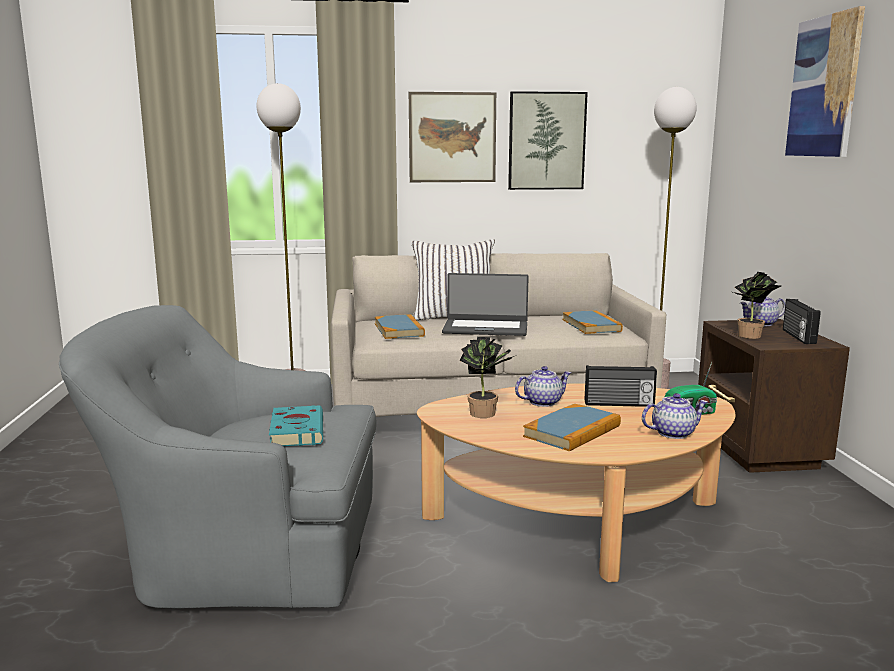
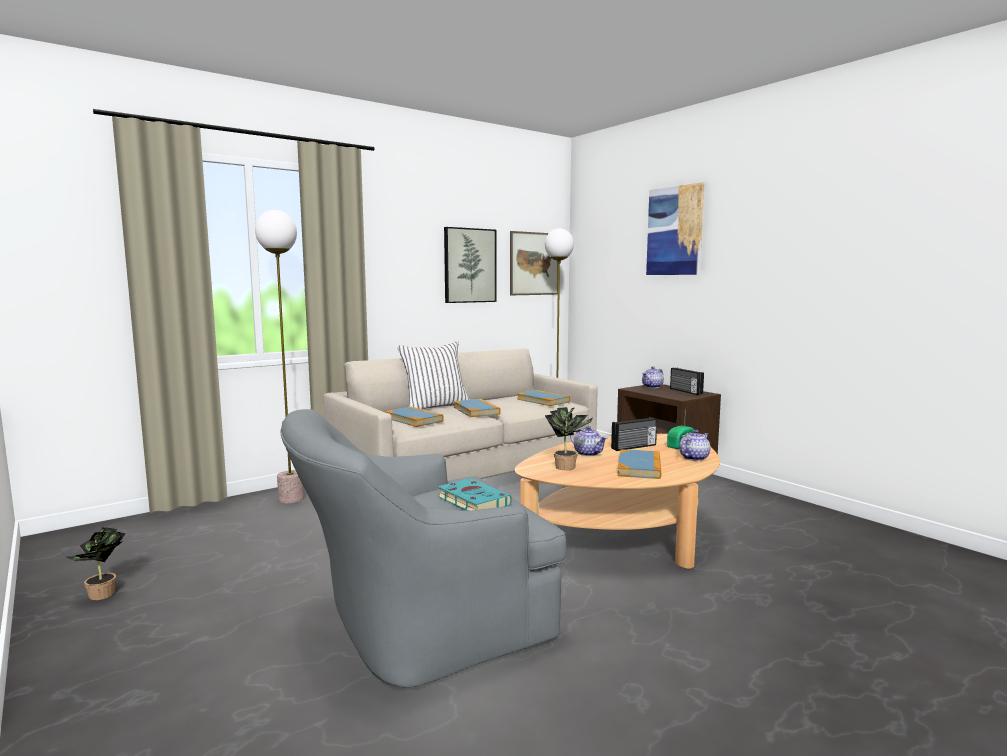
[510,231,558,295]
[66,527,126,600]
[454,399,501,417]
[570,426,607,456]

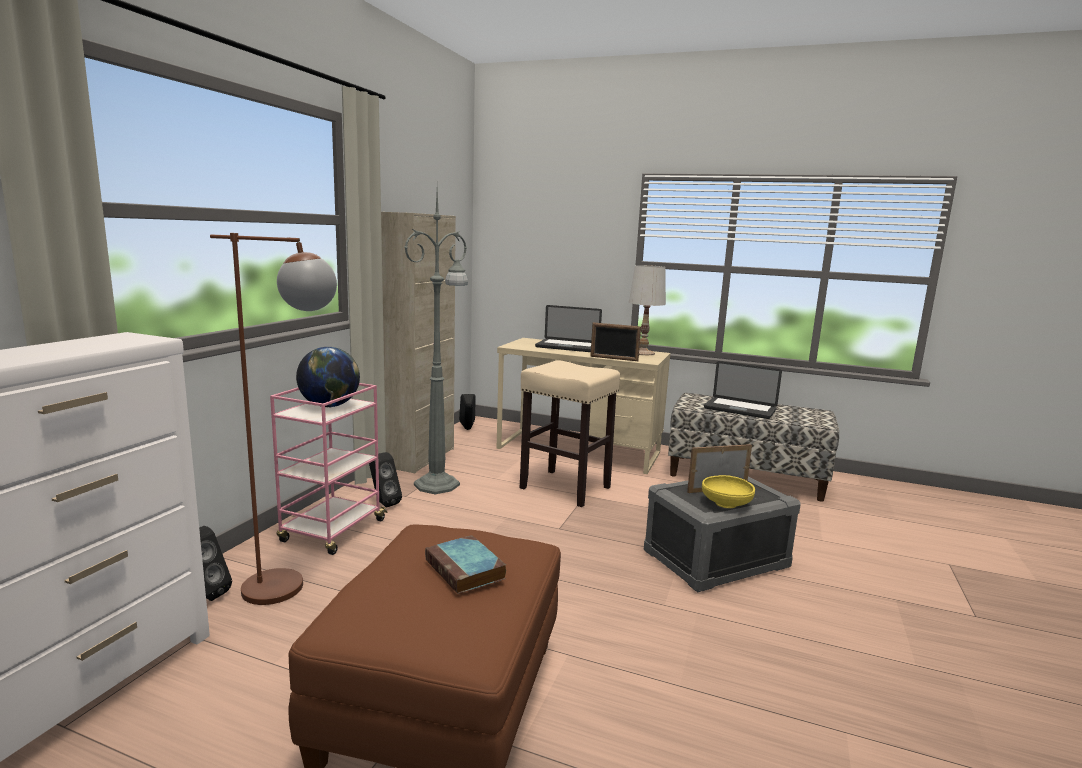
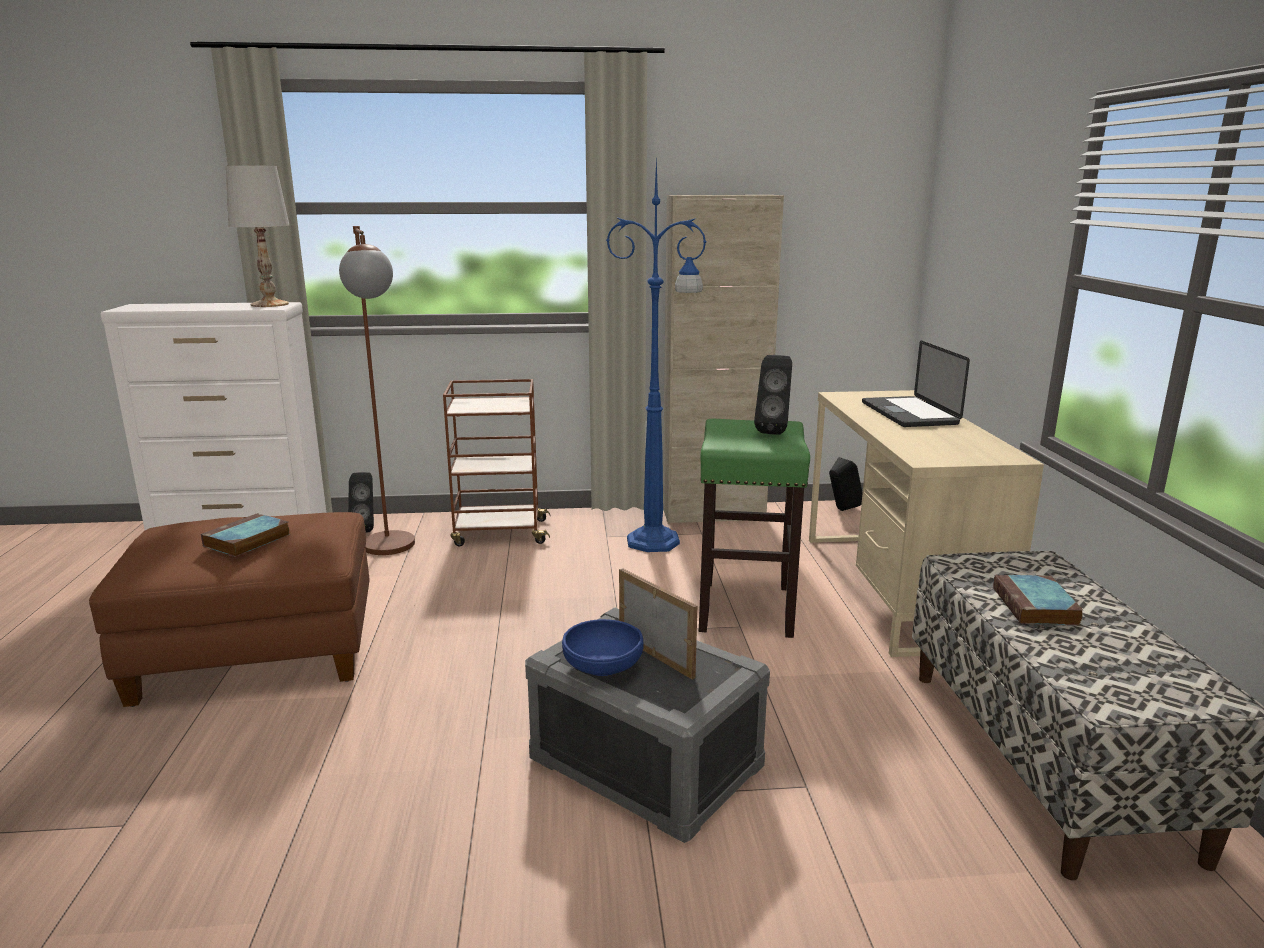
[606,155,706,552]
[226,165,289,307]
[590,323,641,361] (first image)
[296,347,360,407] (first image)
[699,419,810,638]
[993,575,1084,626]
[443,379,550,547]
[754,355,792,435]
[562,619,643,676]

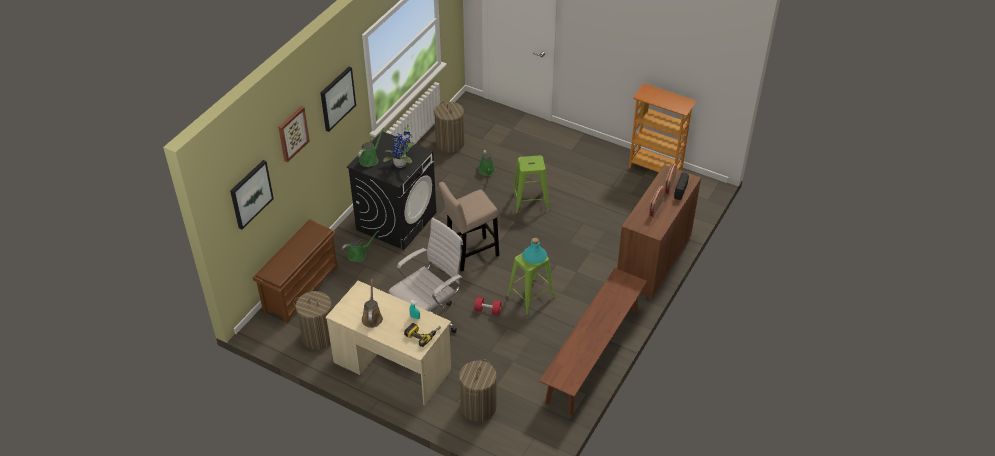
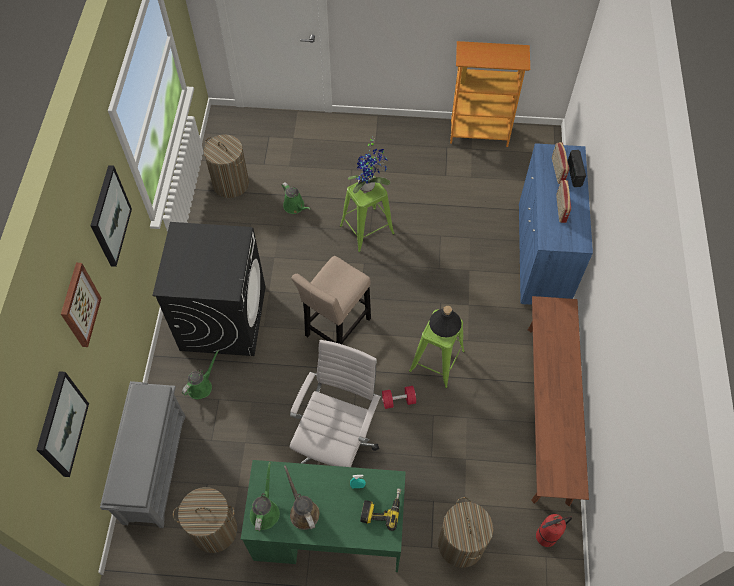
[348,136,391,194]
[250,462,280,532]
[519,143,593,305]
[100,381,185,528]
[429,306,462,337]
[241,460,406,572]
[536,514,572,547]

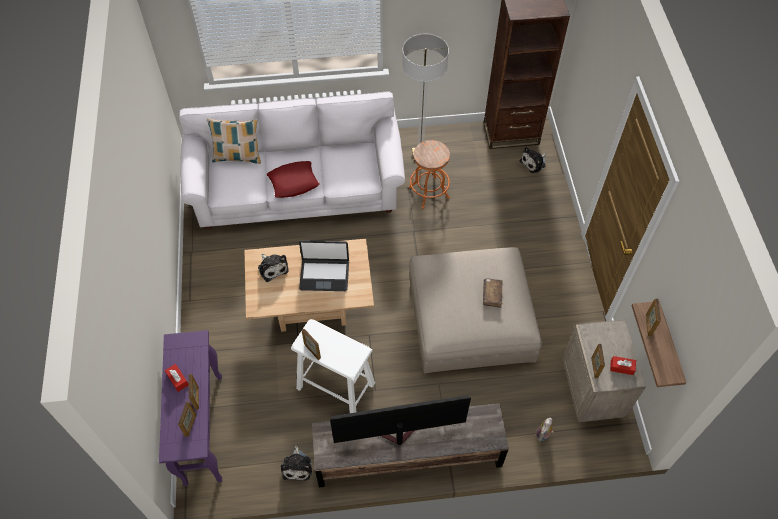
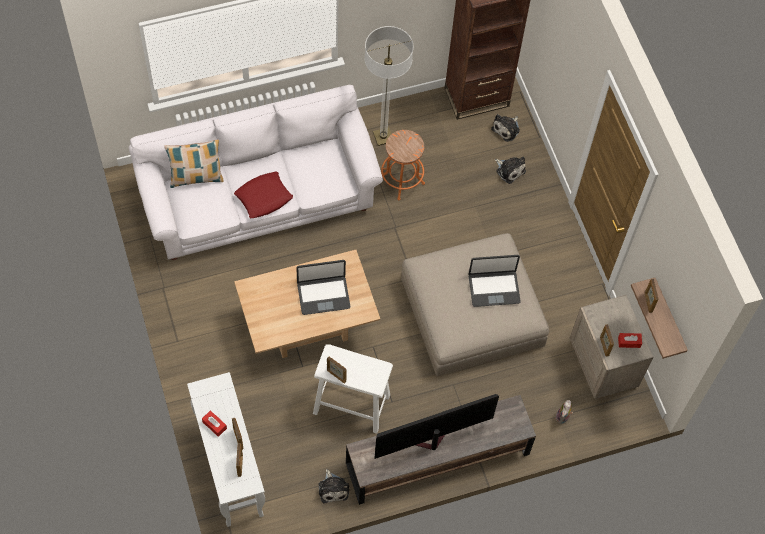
[495,156,526,184]
[468,255,521,307]
[187,372,265,527]

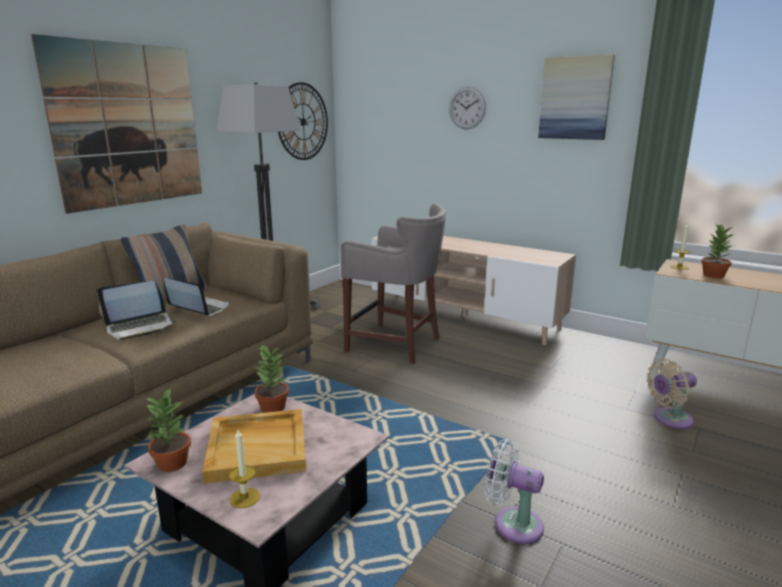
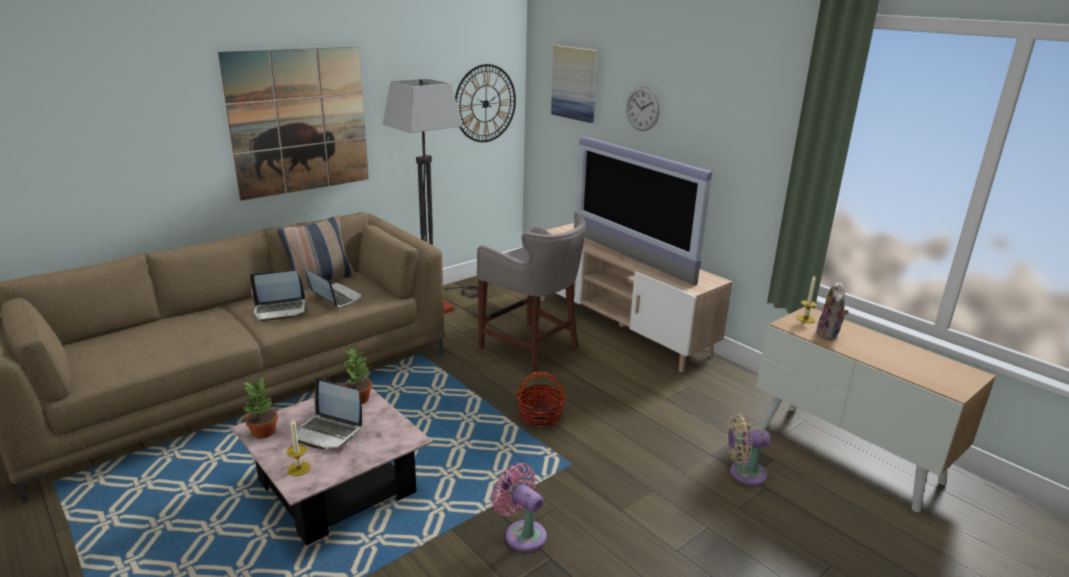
[551,45,598,123]
[816,281,849,340]
[297,378,362,449]
[491,463,547,552]
[574,136,712,286]
[516,372,566,428]

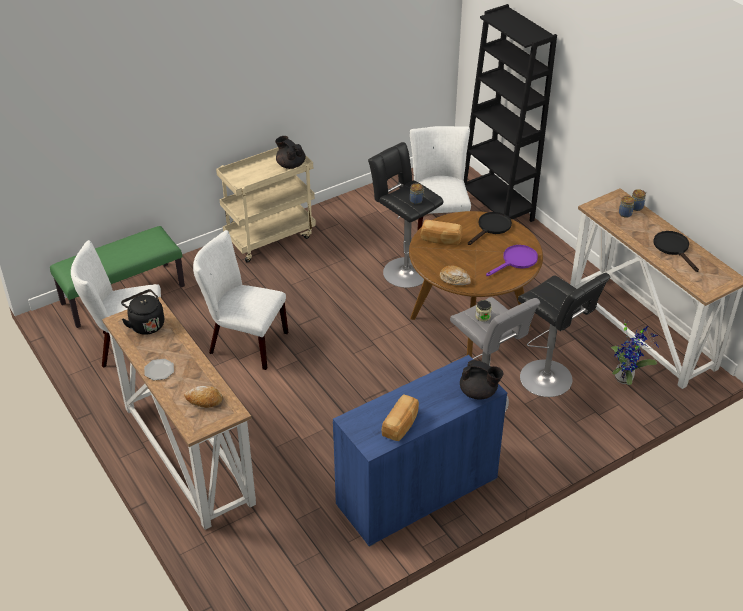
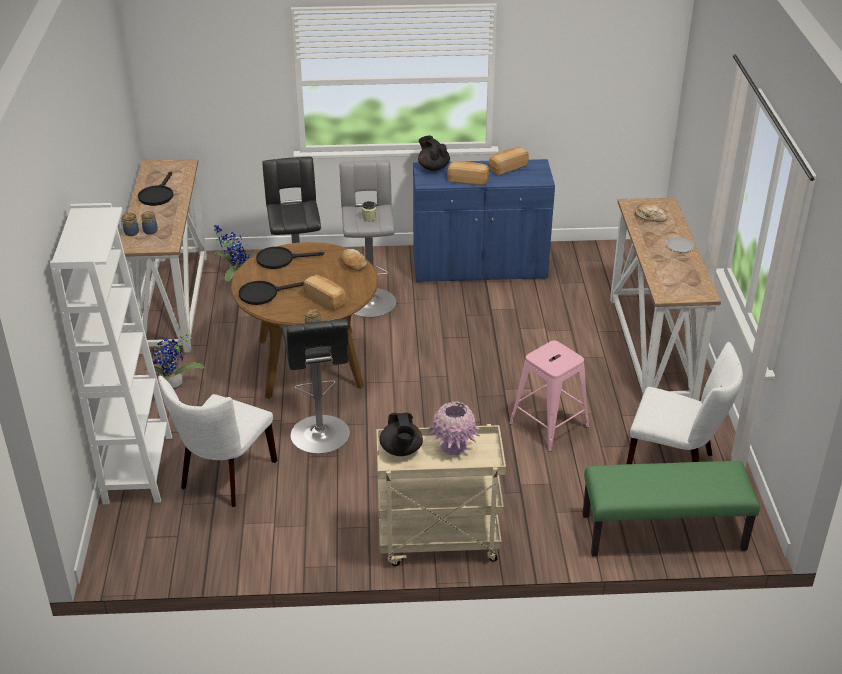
[50,203,172,504]
[509,341,589,452]
[256,247,324,269]
[121,289,164,335] (first image)
[447,161,489,186]
[144,333,205,390]
[429,401,480,455]

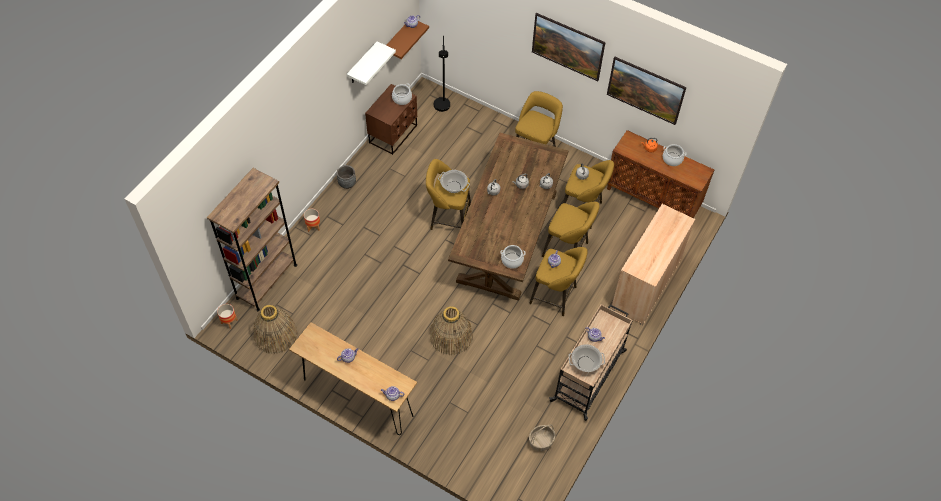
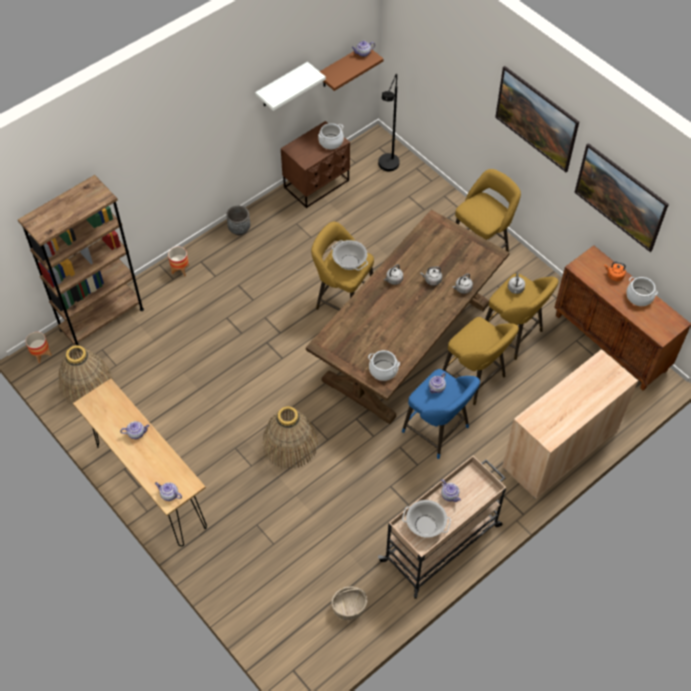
[402,369,480,459]

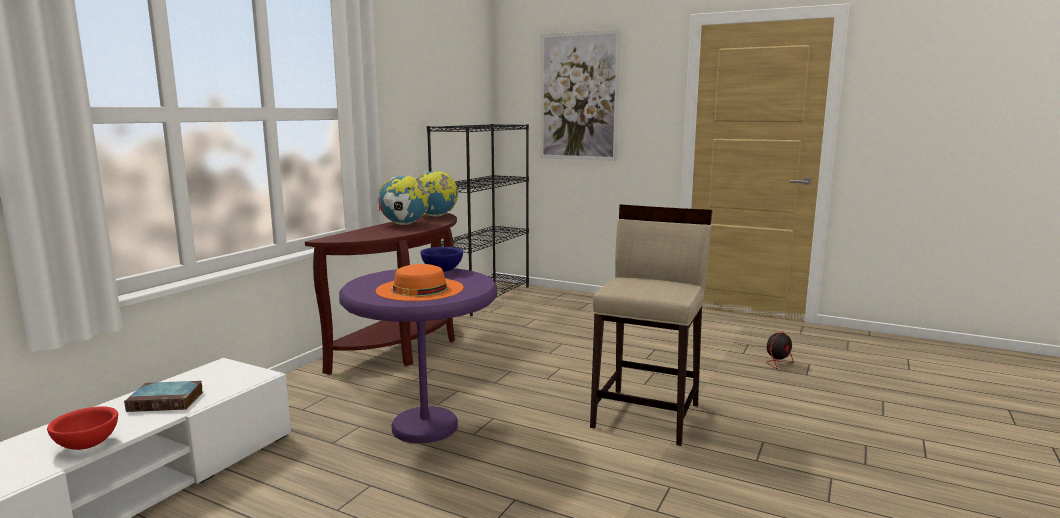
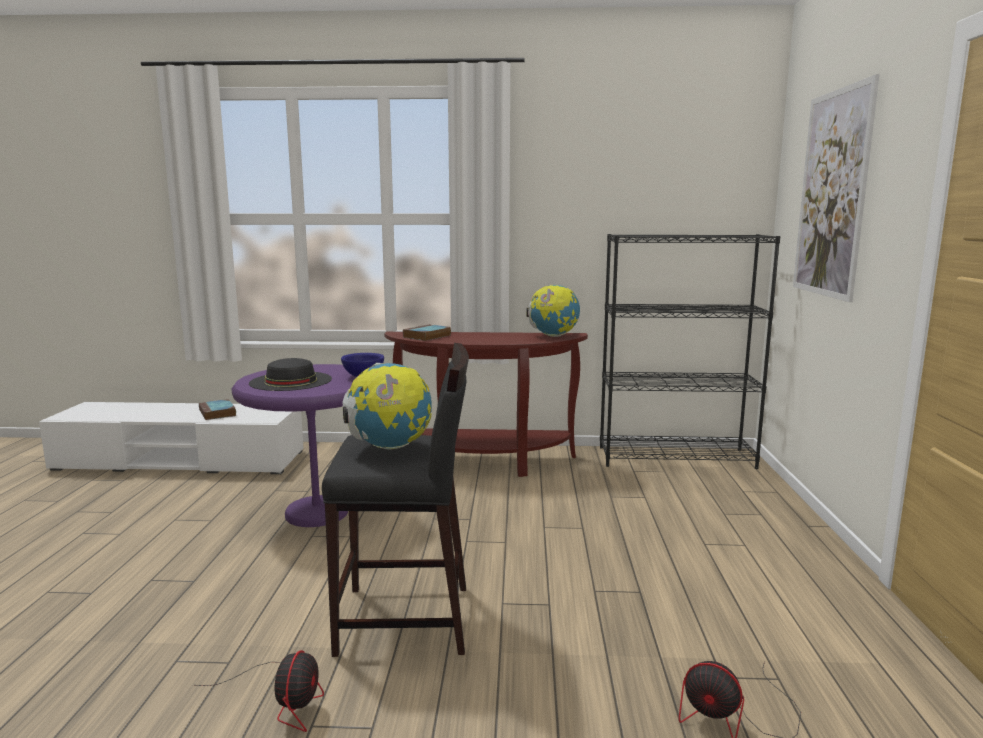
[343,363,432,449]
[322,343,469,657]
[249,358,332,391]
[47,406,118,450] (first image)
[403,324,451,341]
[196,650,324,732]

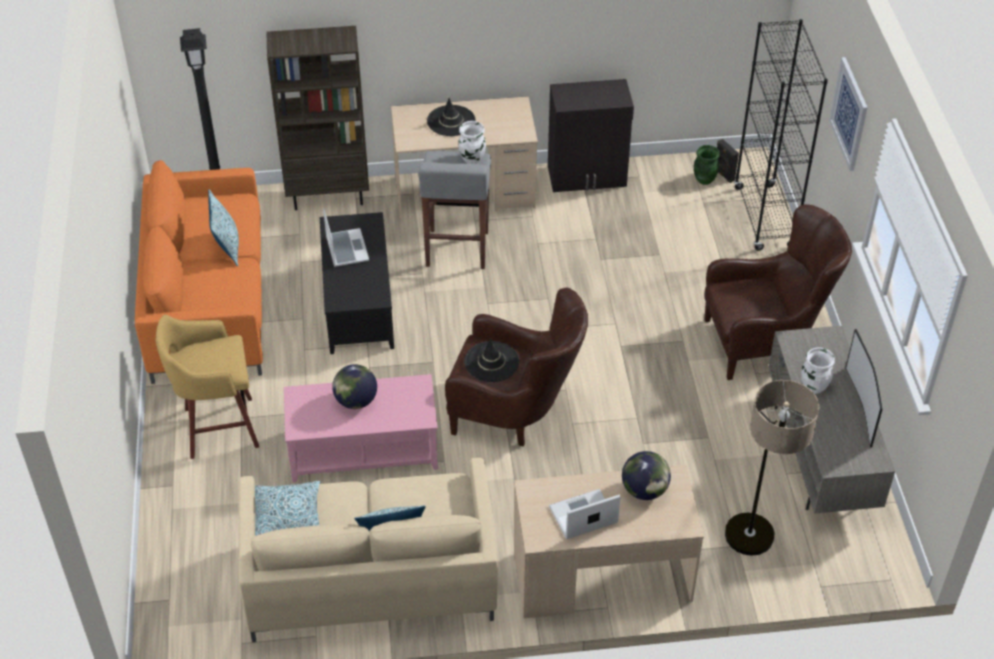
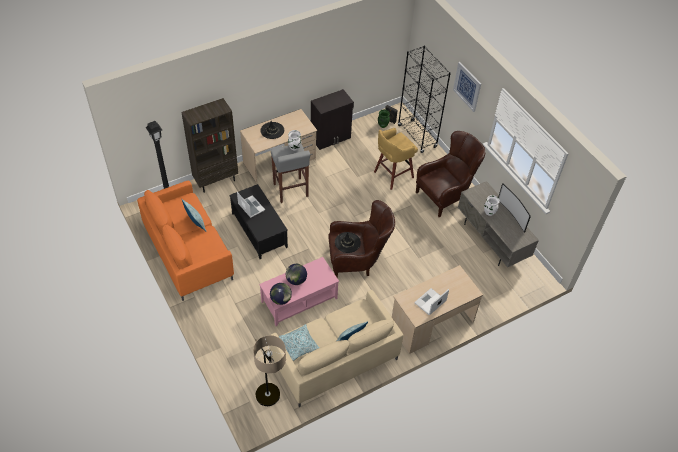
[374,128,418,190]
[253,335,286,406]
[270,283,292,305]

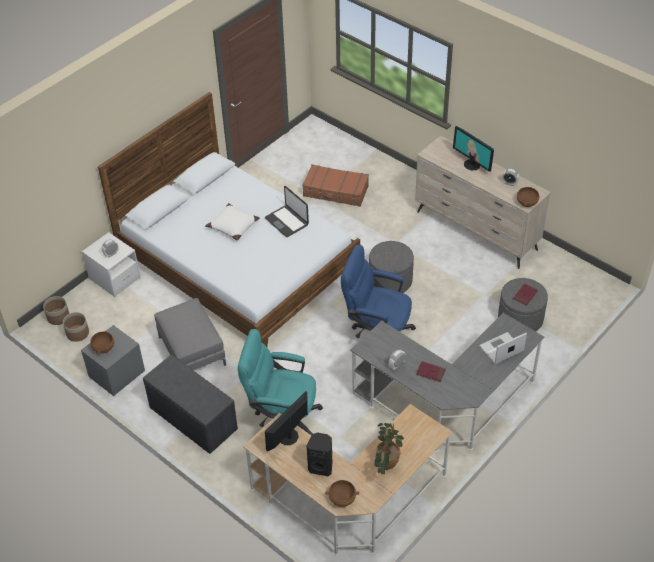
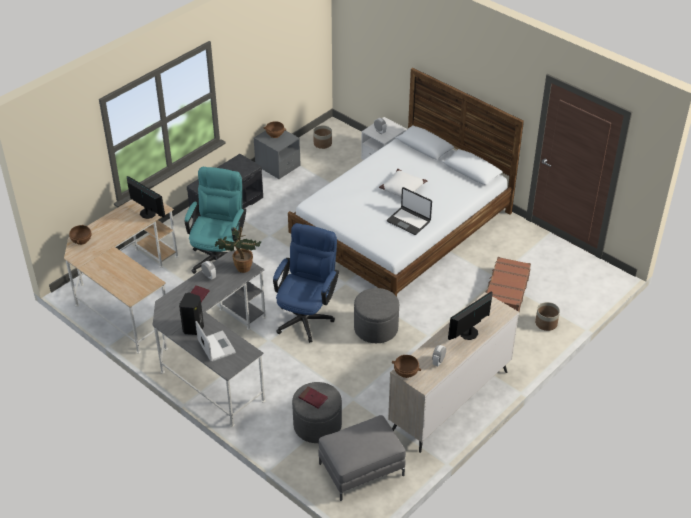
[387,187,432,235]
[535,302,560,331]
[318,415,406,501]
[214,227,261,273]
[179,292,204,335]

